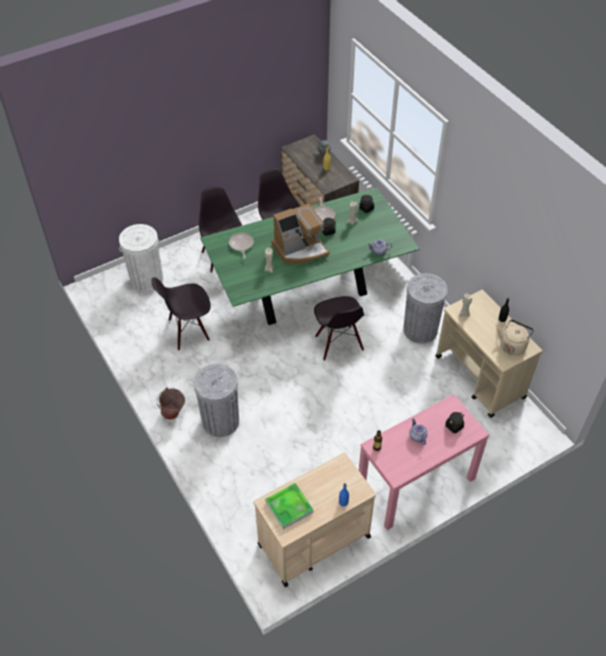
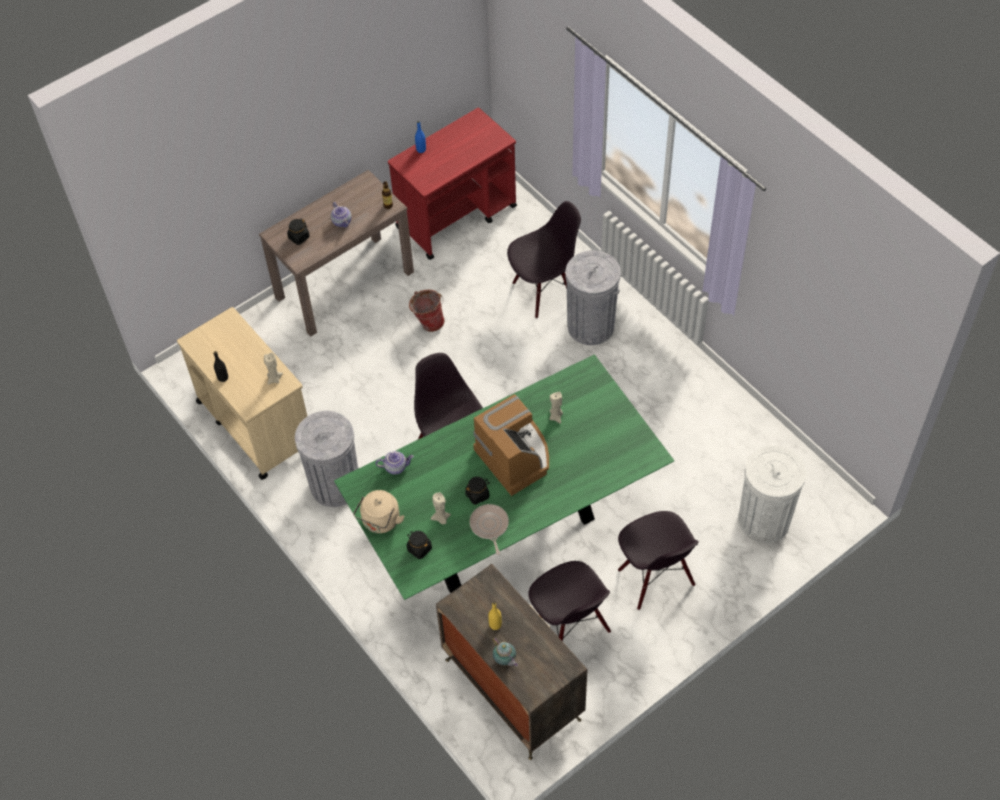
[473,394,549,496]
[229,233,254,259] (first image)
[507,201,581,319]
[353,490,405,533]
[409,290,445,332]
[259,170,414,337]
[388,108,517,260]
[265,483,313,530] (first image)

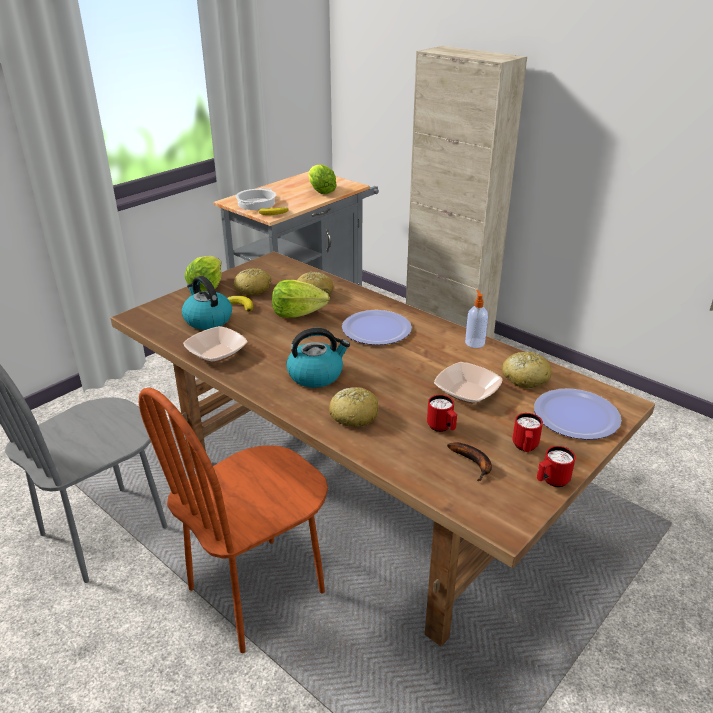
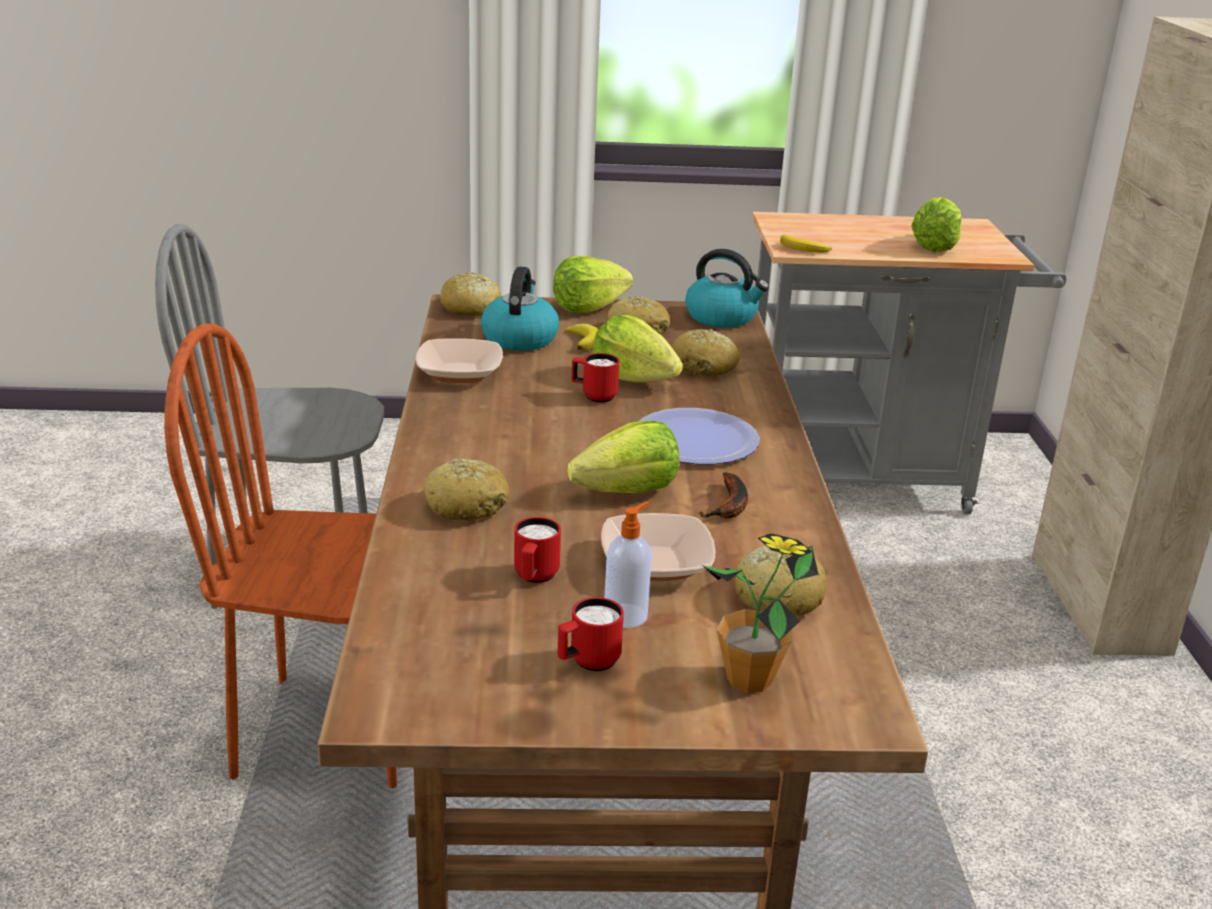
[235,188,276,210] (first image)
[605,501,652,628]
[685,249,769,328]
[702,533,818,693]
[698,472,748,518]
[572,353,619,403]
[440,272,501,316]
[568,420,679,493]

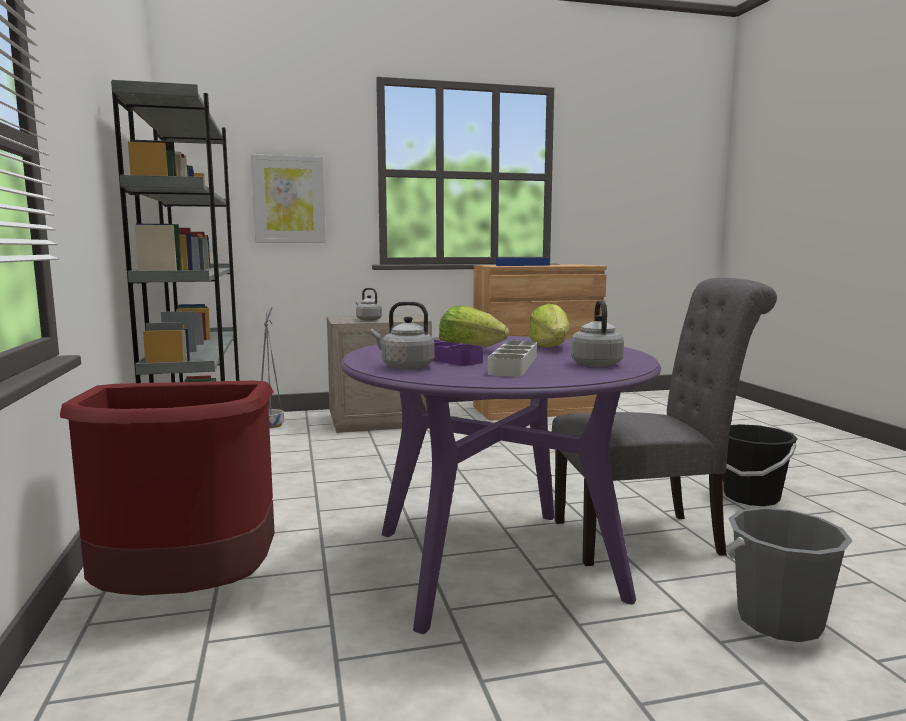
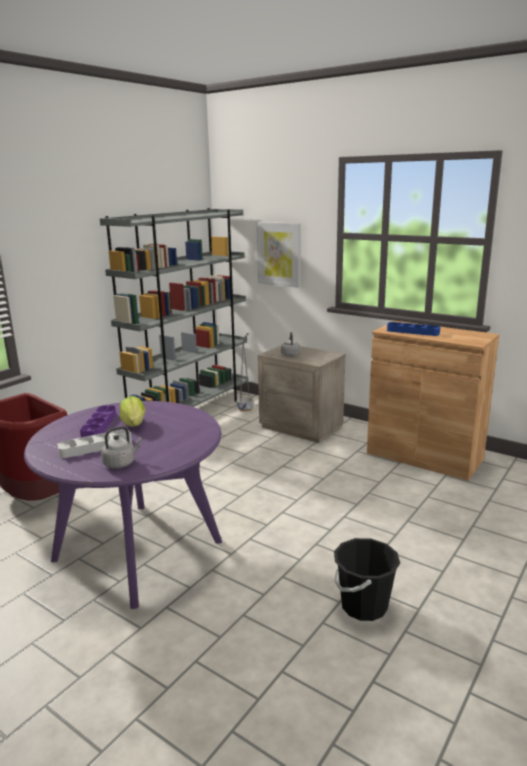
[552,278,777,566] (first image)
[371,301,435,369] (first image)
[528,303,570,347] (first image)
[726,508,853,642] (first image)

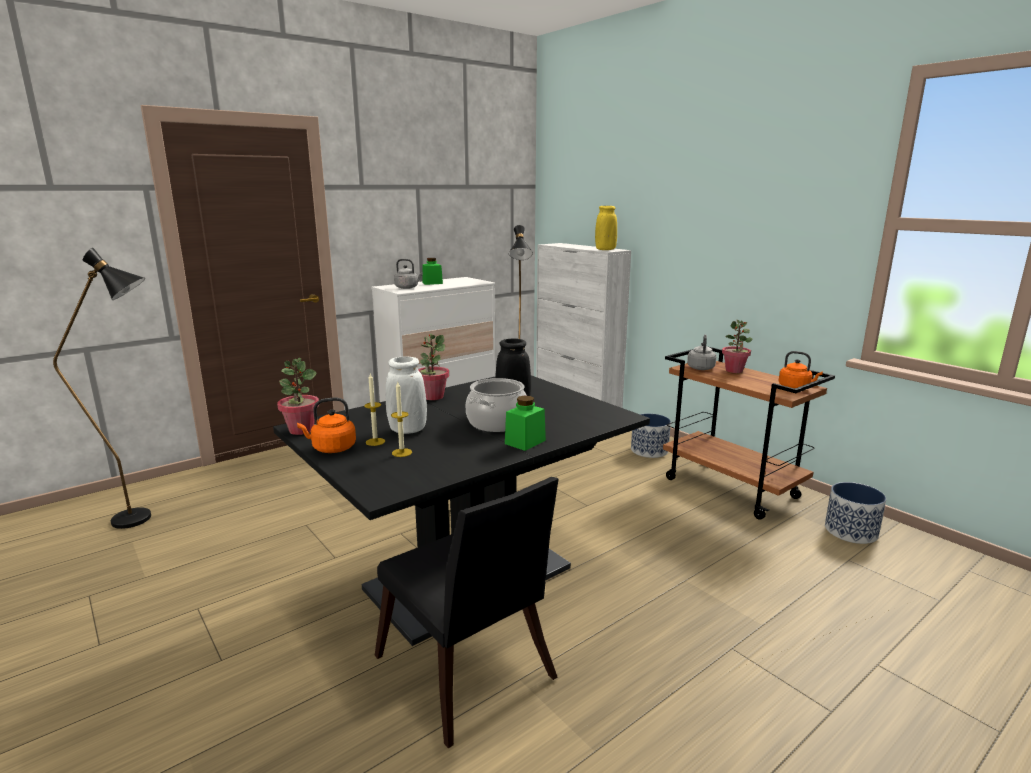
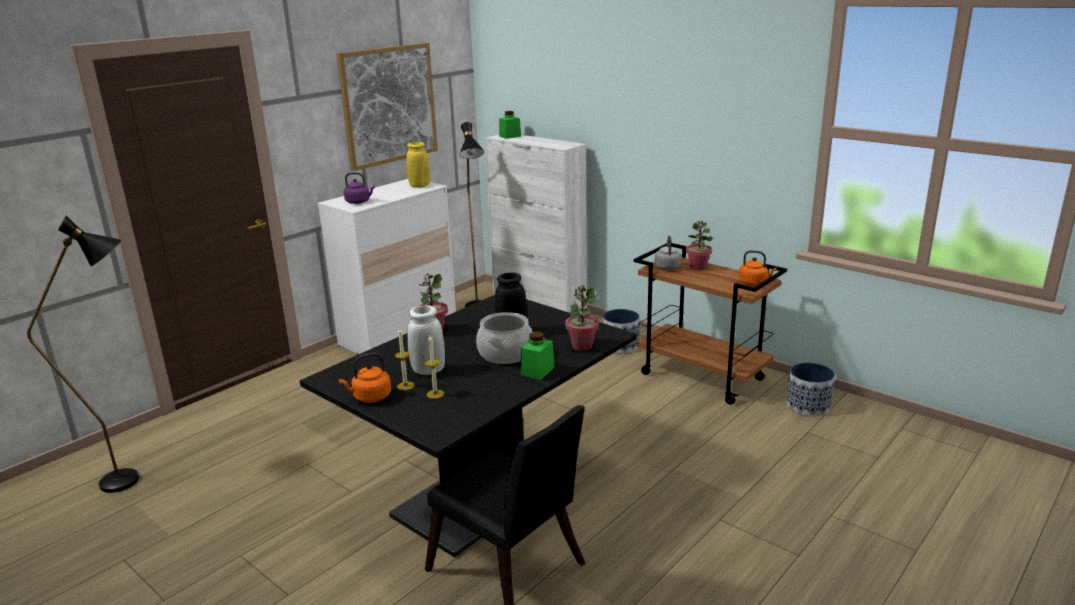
[407,142,430,188]
[499,111,521,139]
[344,172,375,204]
[565,285,599,351]
[336,43,438,171]

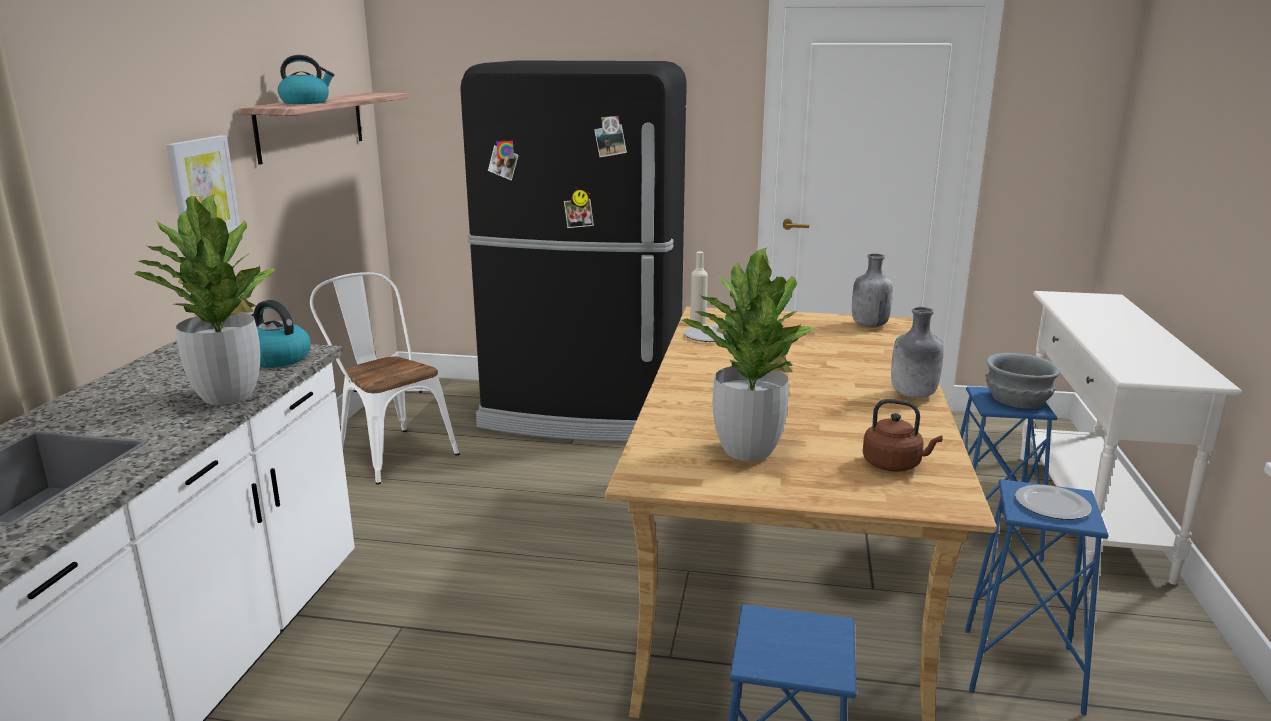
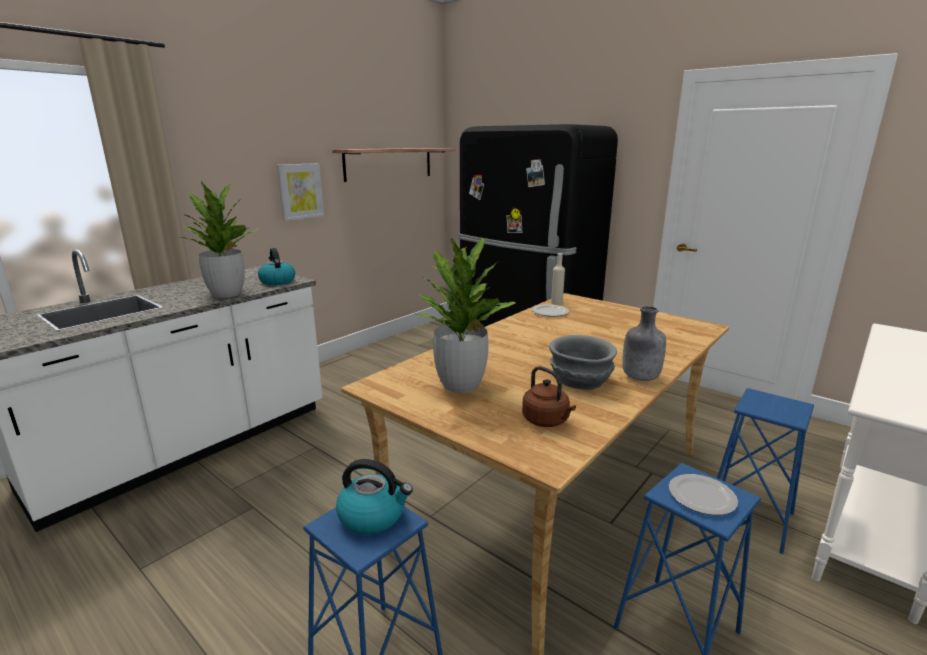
[336,459,413,535]
[852,253,893,327] (first image)
[310,272,460,485] (first image)
[549,335,617,390]

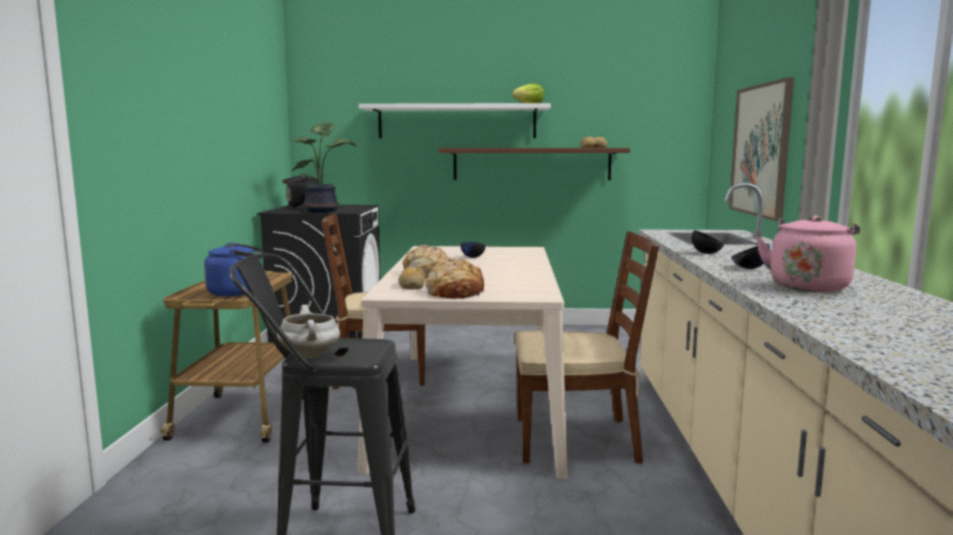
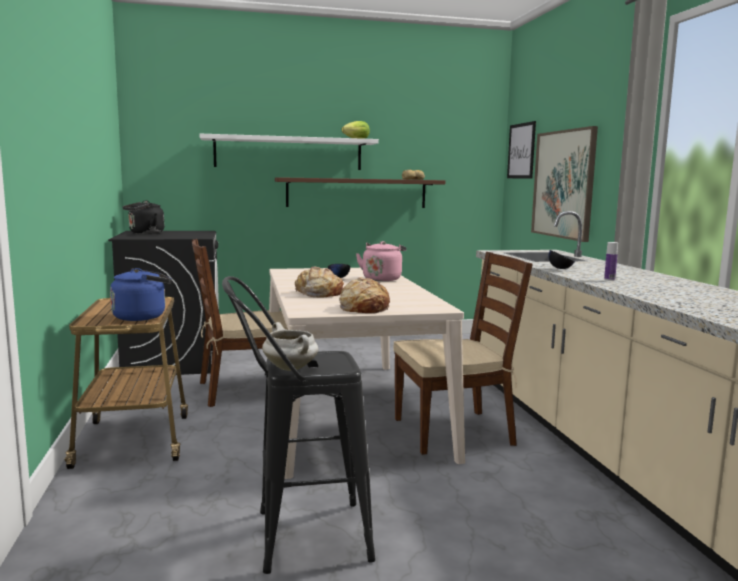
[291,122,356,213] (first image)
[356,241,407,281]
[604,242,618,281]
[399,267,426,289] (first image)
[507,121,536,179]

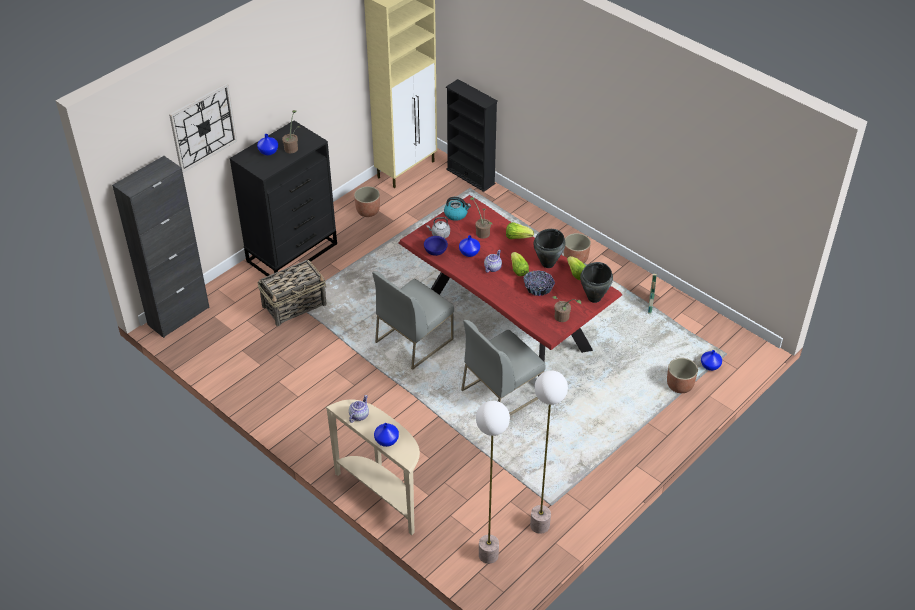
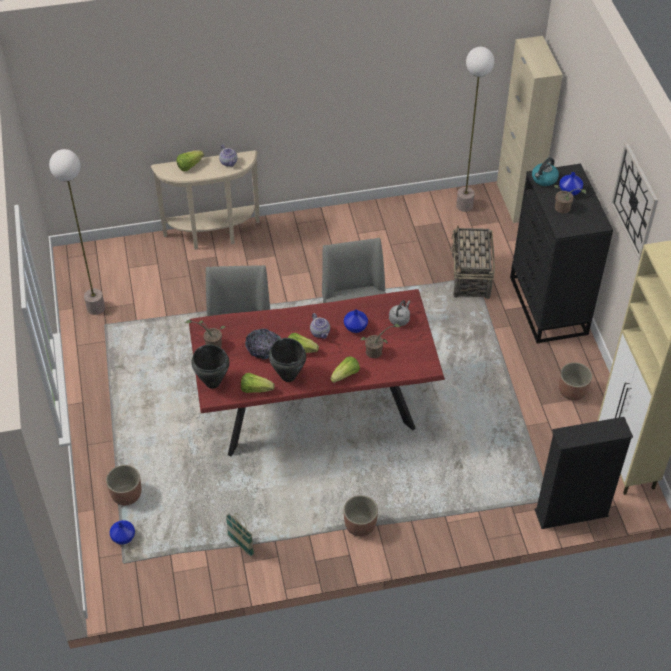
[611,143,658,260]
[497,36,563,223]
[532,158,559,186]
[424,236,448,256] (first image)
[456,47,494,212]
[177,150,204,172]

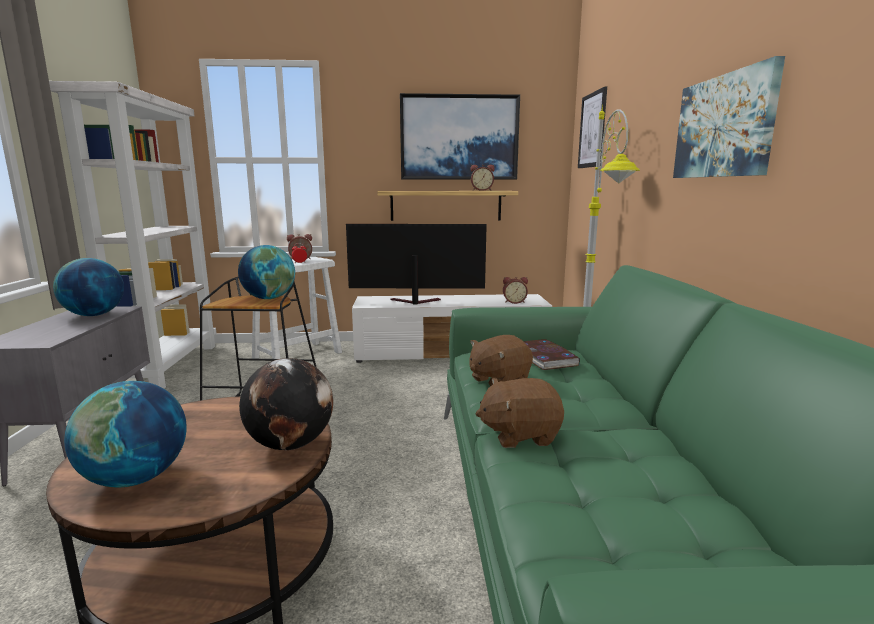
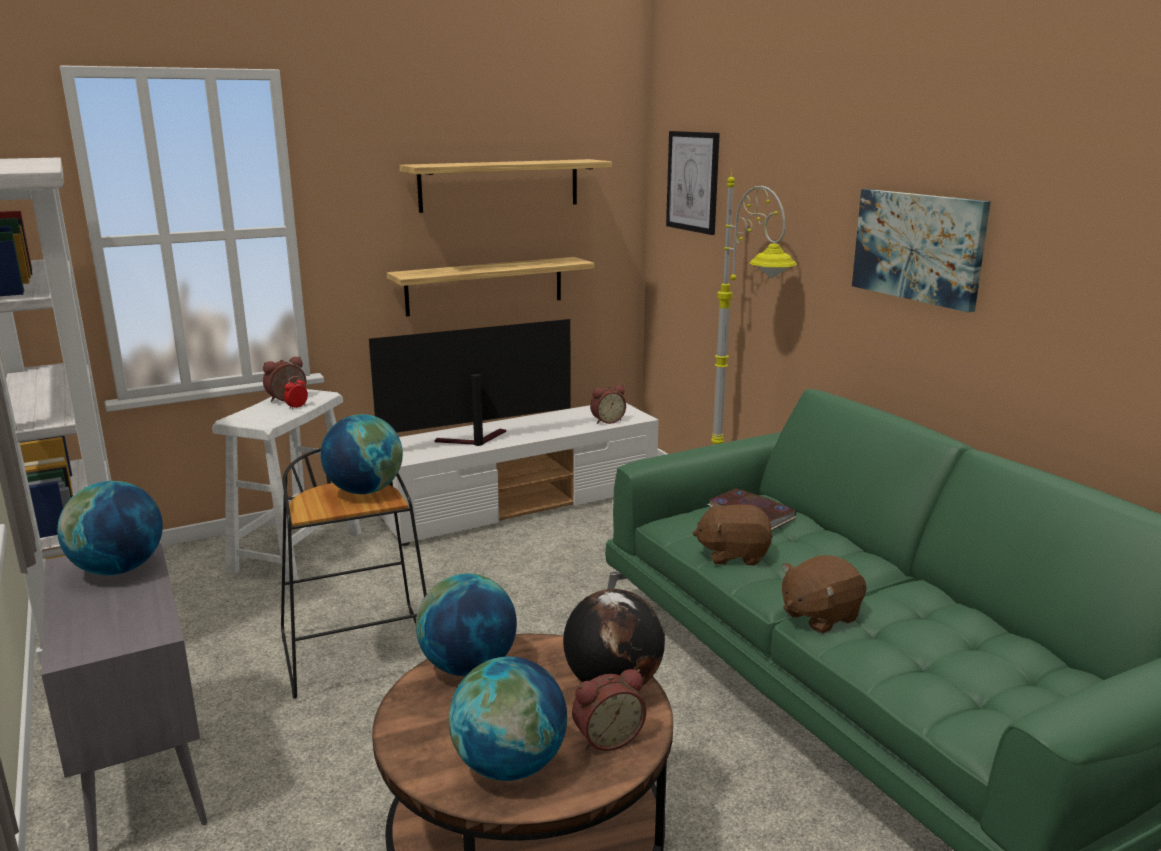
[399,159,612,213]
[572,669,646,751]
[693,502,773,566]
[416,574,517,676]

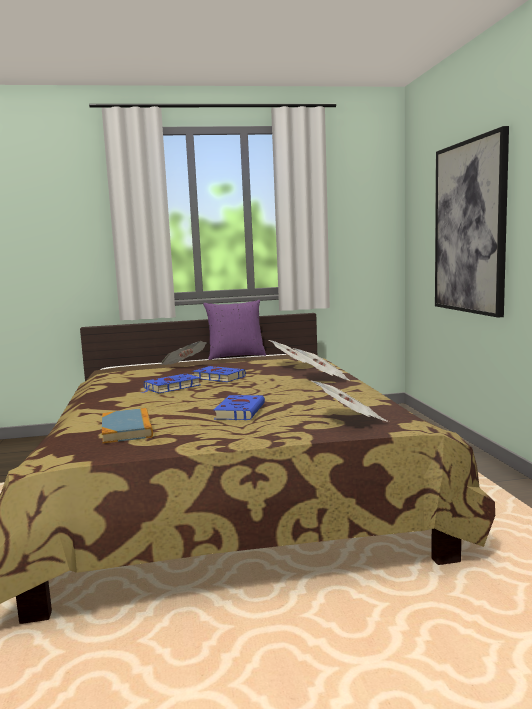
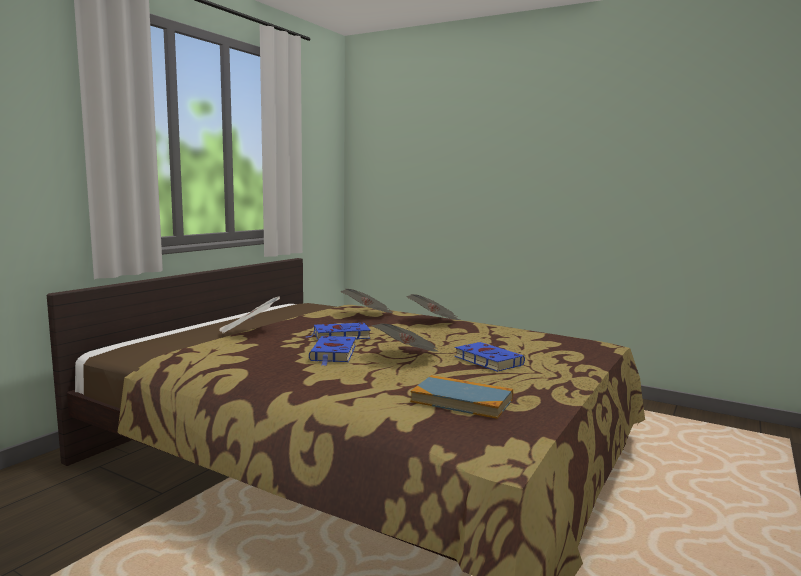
[435,126,509,318] (first image)
[203,300,266,360] (first image)
[372,324,438,352]

